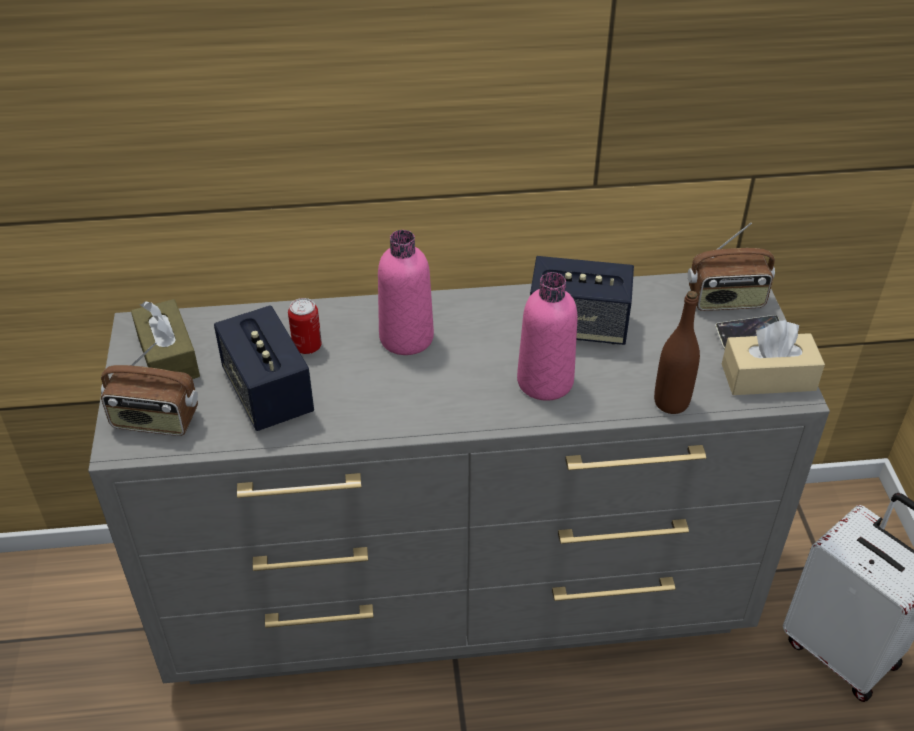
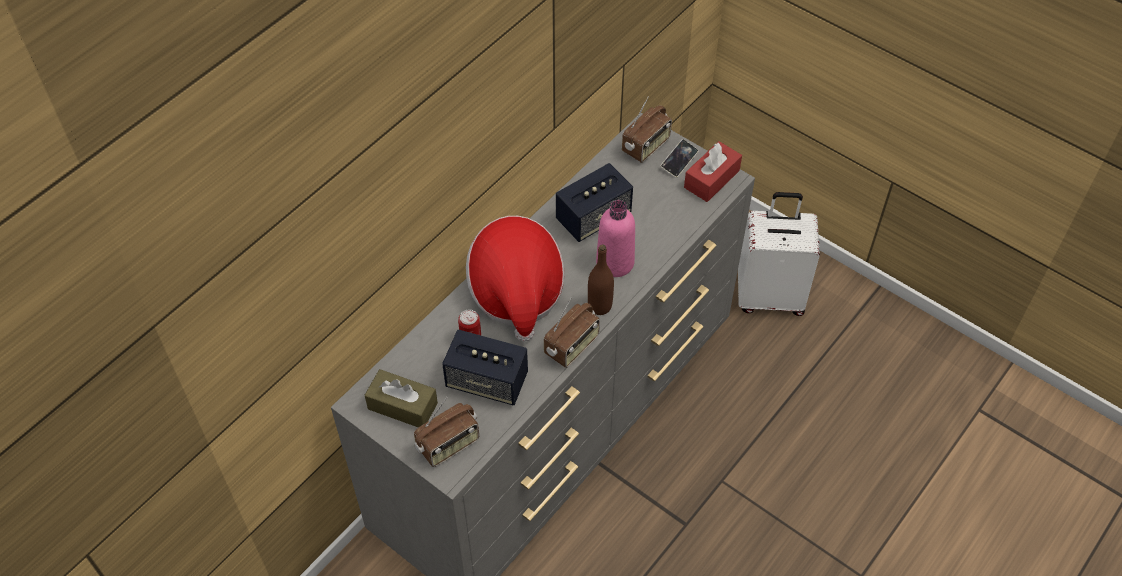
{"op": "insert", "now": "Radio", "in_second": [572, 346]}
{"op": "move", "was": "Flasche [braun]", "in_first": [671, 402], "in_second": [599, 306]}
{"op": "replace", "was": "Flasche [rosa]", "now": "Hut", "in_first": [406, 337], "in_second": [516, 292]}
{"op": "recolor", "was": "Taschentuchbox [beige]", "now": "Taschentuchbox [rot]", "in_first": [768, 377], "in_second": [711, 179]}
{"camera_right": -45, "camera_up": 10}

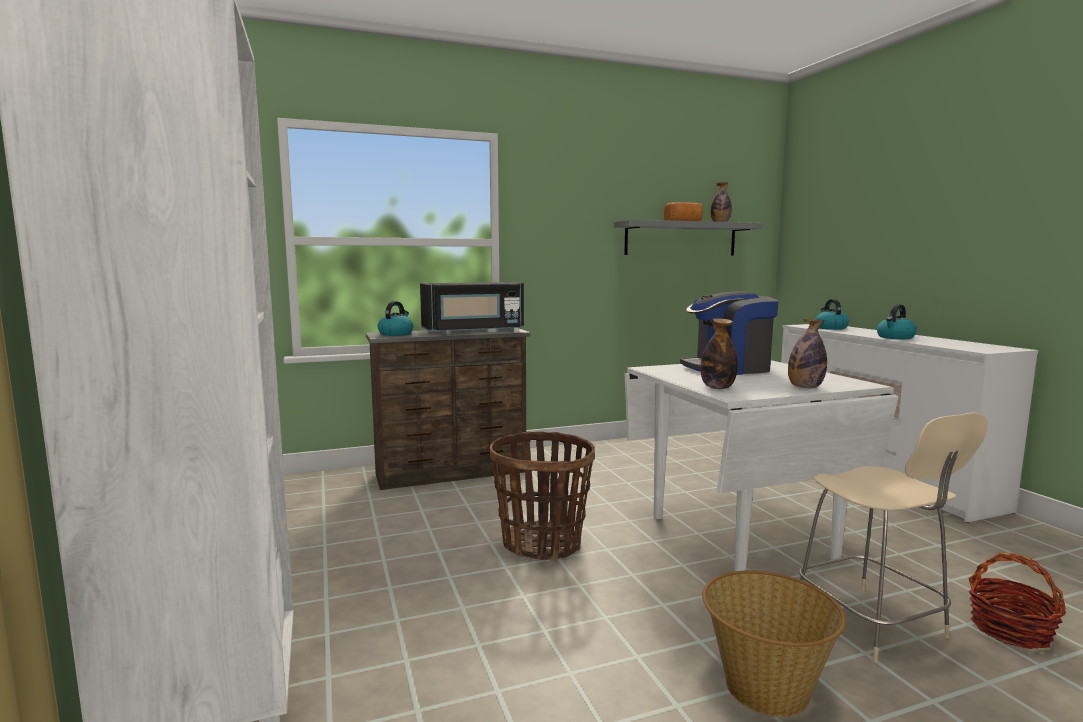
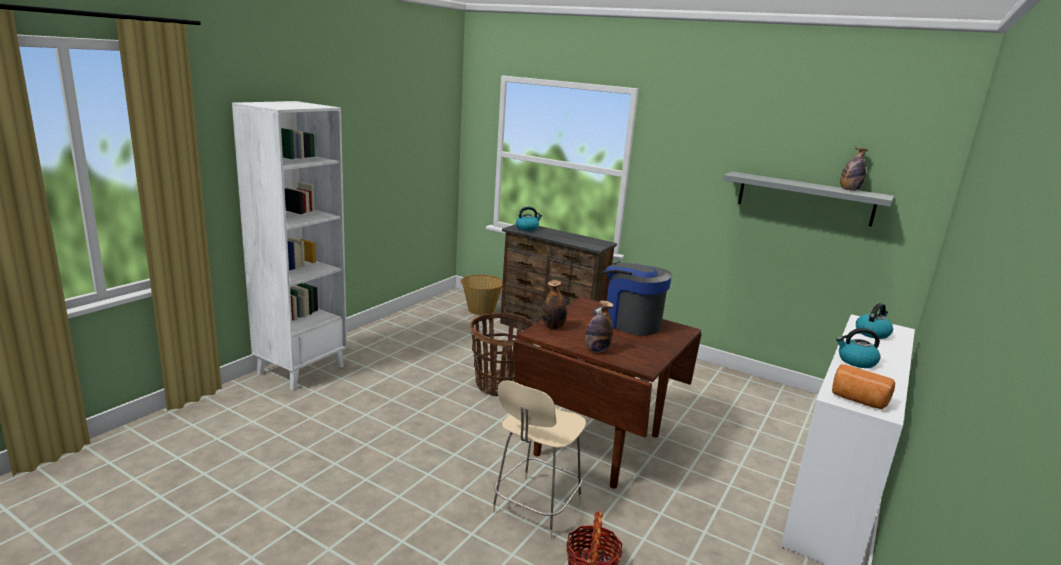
{"op": "delete", "was": "Mikrowelle [schwarz]", "in_first": [473, 331]}
{"op": "move", "was": "Brot", "in_first": [684, 221], "in_second": [858, 400]}
{"op": "move", "was": "Korb", "in_first": [765, 689], "in_second": [480, 310]}
{"op": "recolor", "was": "Esstisch [weiß]", "now": "Esstisch [braun]", "in_first": [741, 536], "in_second": [599, 445]}
{"camera_right": 50, "camera_up": 10}

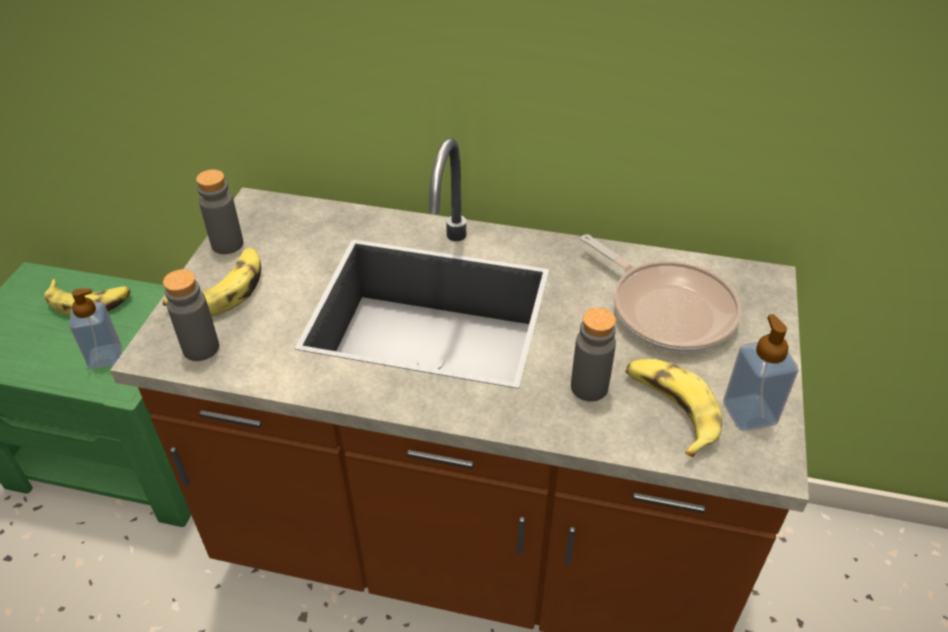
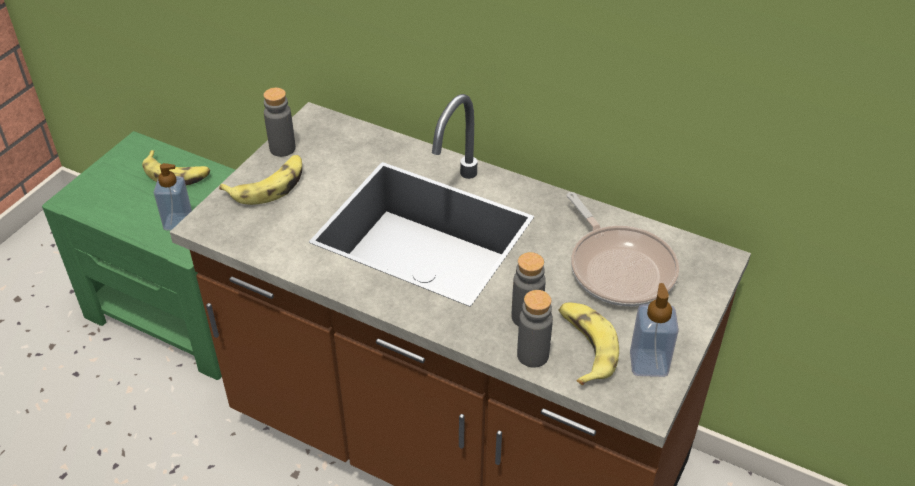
{"op": "move", "was": "Flasche [grau]", "in_first": [201, 348], "in_second": [532, 355]}
{"camera_right": 15, "camera_up": 0}

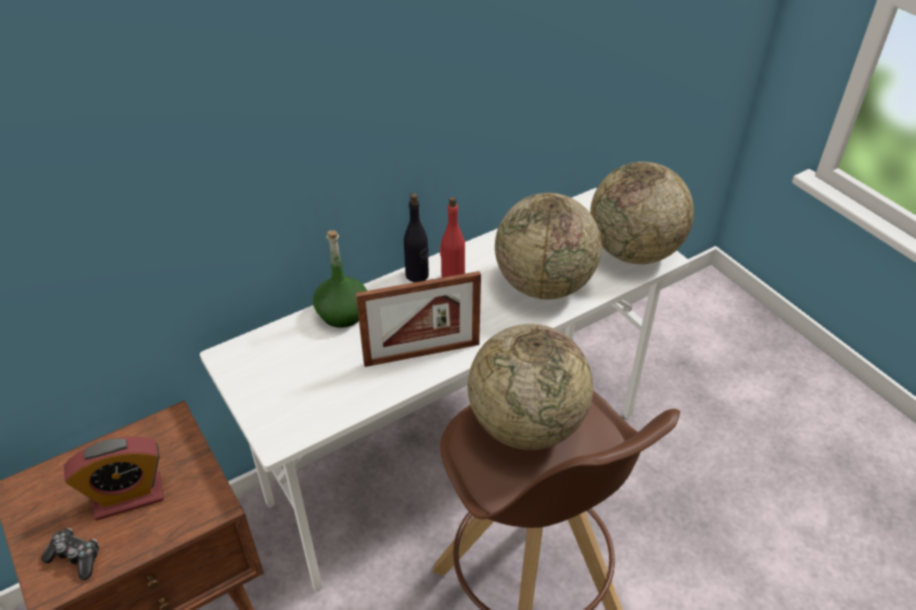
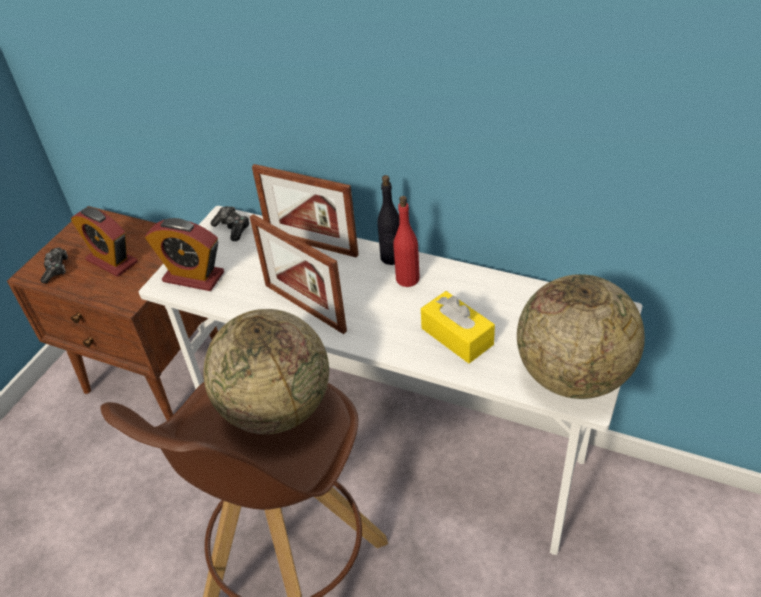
{"op": "insert", "now": "Wecker", "in_second": [193, 277]}
{"op": "insert", "now": "Gamepad", "in_second": [232, 228]}
{"op": "replace", "was": "Flasche [grün]", "now": "Bilderrahmen", "in_first": [342, 313], "in_second": [311, 244]}
{"op": "replace", "was": "Globus", "now": "Taschentuchbox [gelb]", "in_first": [544, 284], "in_second": [457, 336]}
{"camera_right": 60, "camera_up": 0}

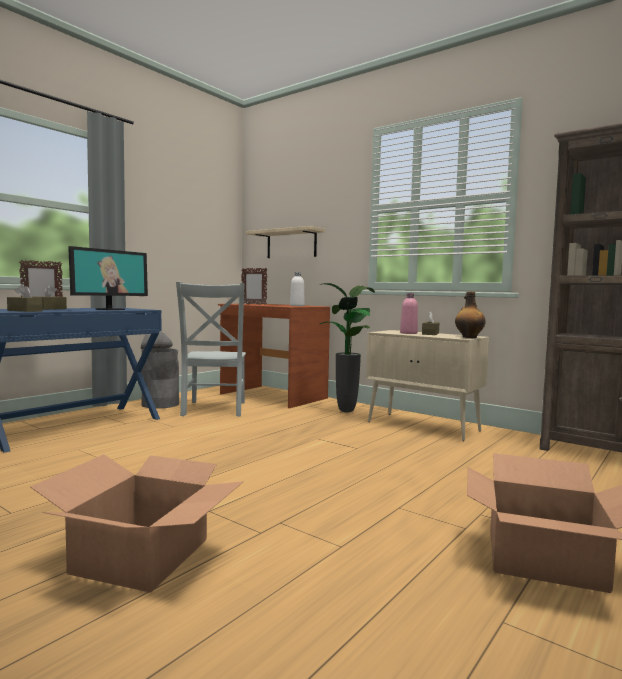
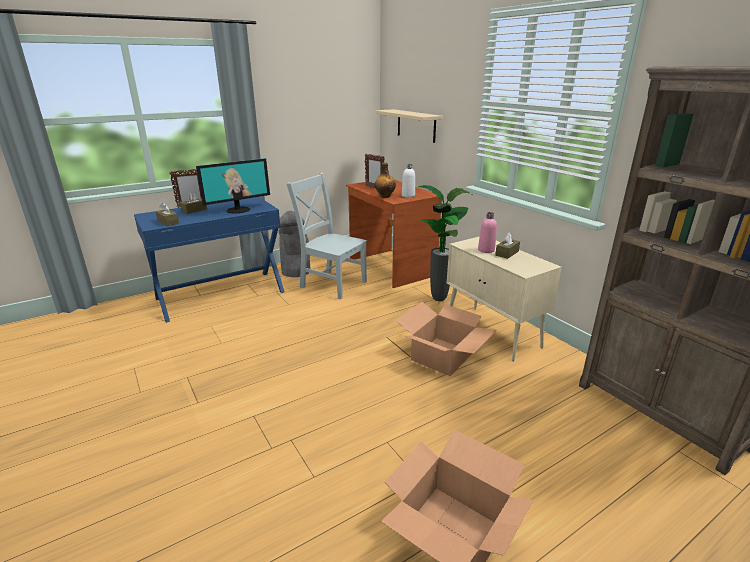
{"op": "move", "was": "Karton", "in_first": [143, 556], "in_second": [443, 356]}
{"op": "move", "was": "Flasche", "in_first": [469, 337], "in_second": [385, 196]}
{"op": "rotate", "was": "Stuhl [grau]", "in_first": [213, 409], "in_second": [331, 283], "clockwise": 105}
{"camera_right": 20, "camera_up": 20}

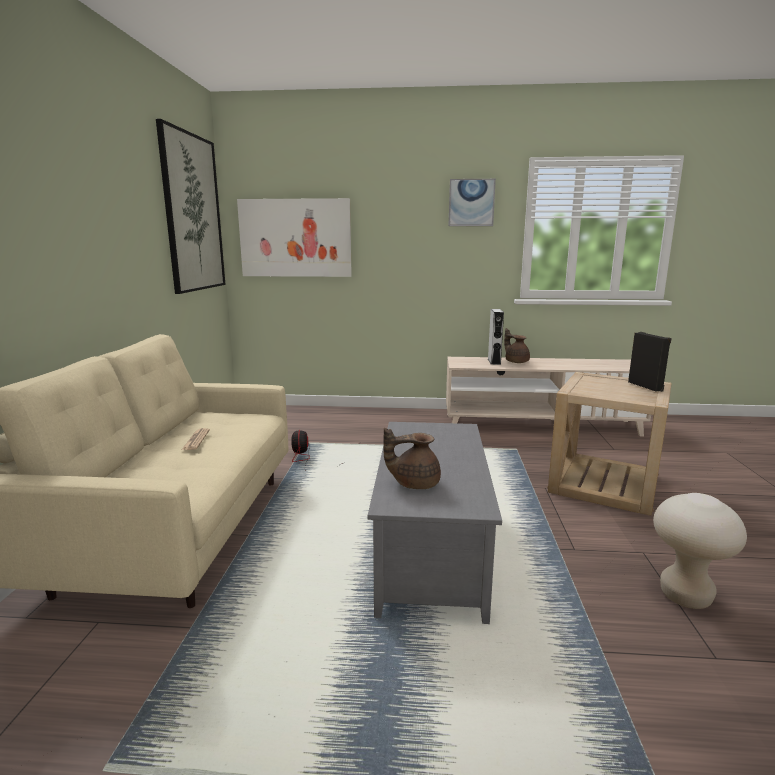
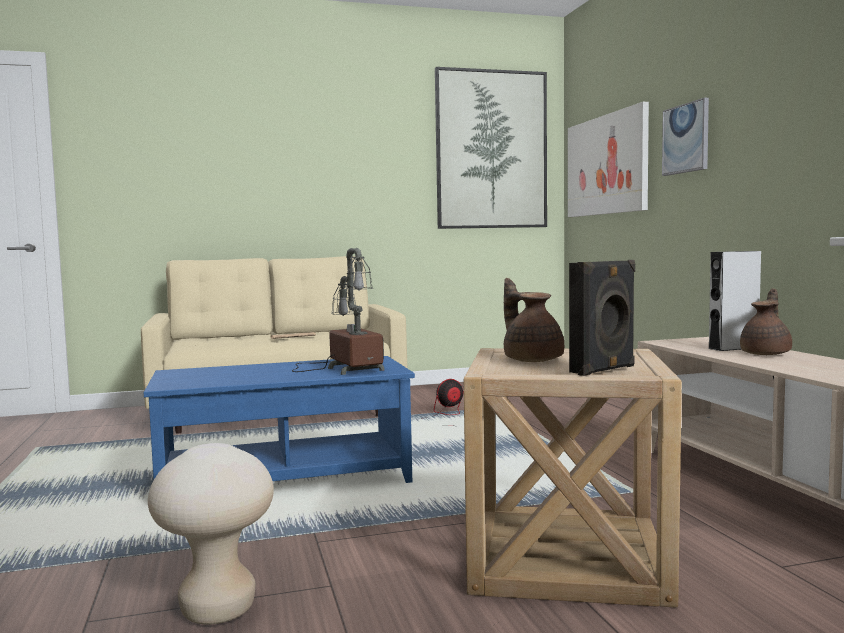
{"op": "insert", "now": "Tischlampe", "in_second": [346, 368]}
{"op": "move", "was": "Teekanne [braun]", "in_first": [414, 483], "in_second": [532, 360]}
{"op": "move", "was": "Bild", "in_first": [471, 202], "in_second": [686, 138]}
{"op": "recolor", "was": "Couchtisch [grau]", "now": "Couchtisch [blau]", "in_first": [429, 548], "in_second": [285, 478]}
{"camera_right": 70, "camera_up": -10}

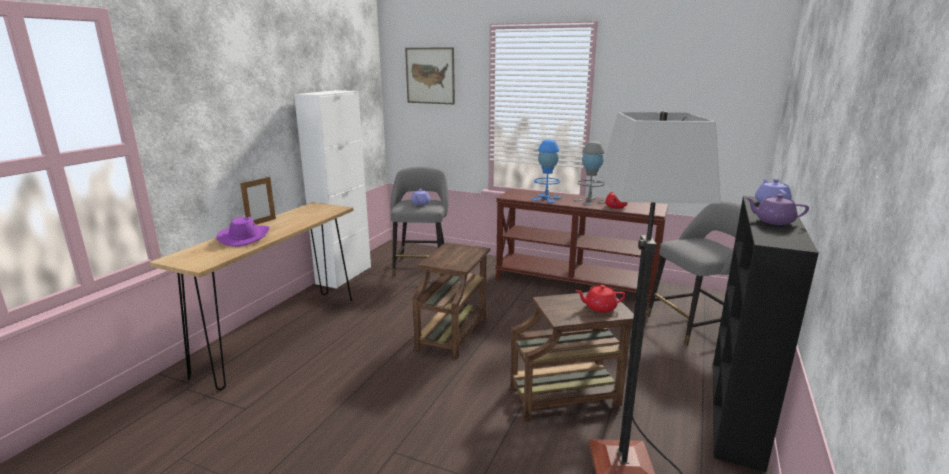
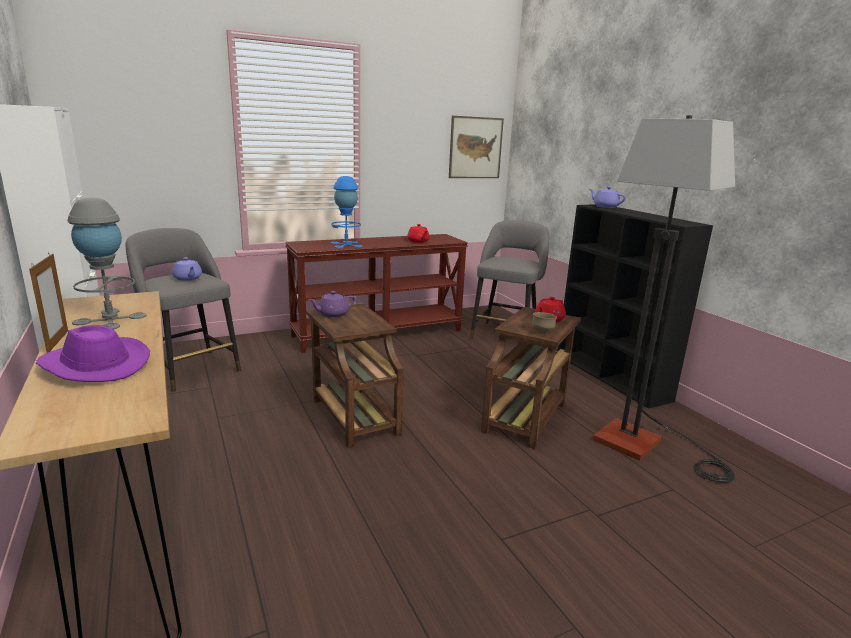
{"op": "insert", "now": "Schüssel [braun]", "in_second": [542, 332]}
{"op": "move", "was": "Bild", "in_first": [430, 76], "in_second": [475, 148]}
{"op": "move", "was": "Tischlampe [grau]", "in_first": [589, 201], "in_second": [110, 319]}
{"op": "move", "was": "Teekanne [lila]", "in_first": [773, 221], "in_second": [332, 314]}
{"camera_right": -50, "camera_up": 0}

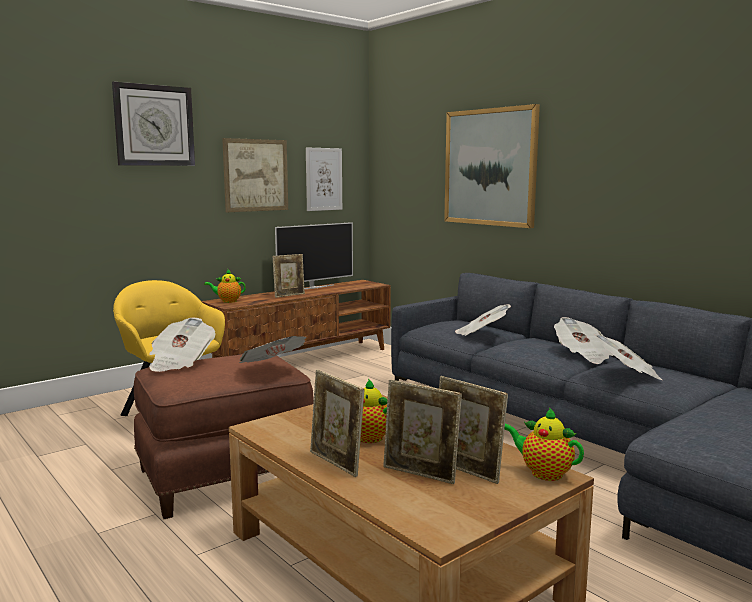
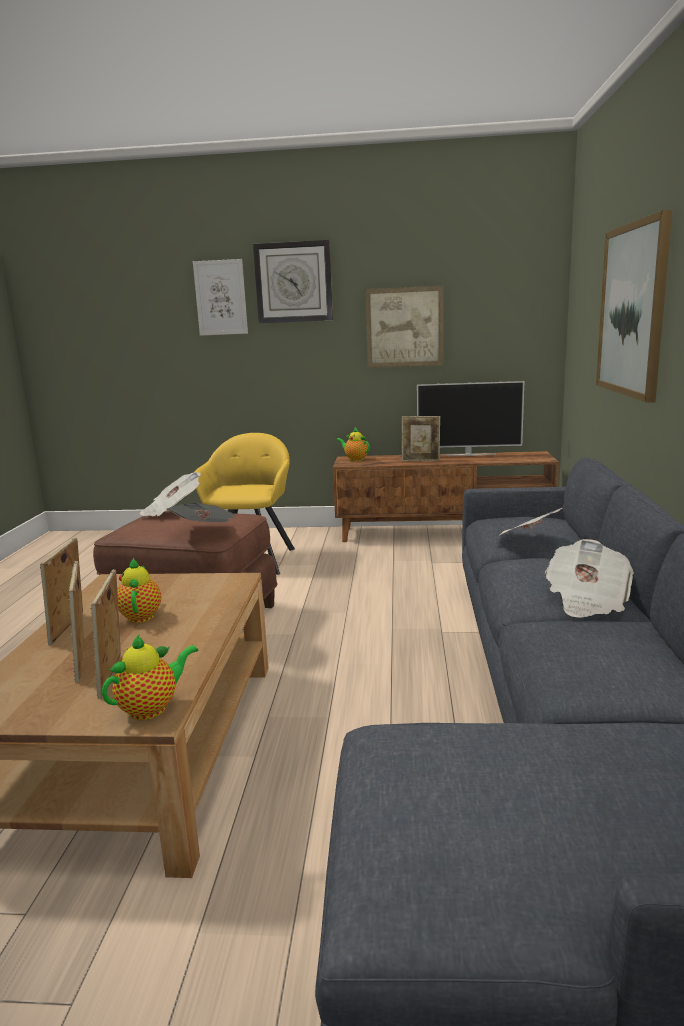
{"op": "delete", "was": "Zeitung", "in_first": [627, 374]}
{"op": "move", "was": "Bild", "in_first": [323, 179], "in_second": [220, 297]}
{"op": "rotate", "was": "Teekanne", "in_first": [543, 473], "in_second": [152, 708], "clockwise": 60}
{"camera_right": 45, "camera_up": 5}

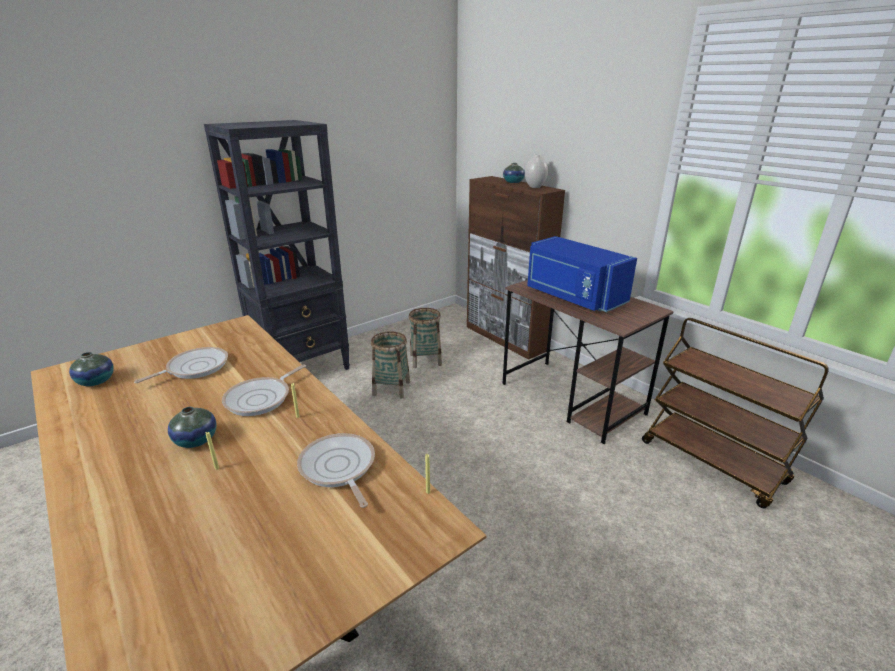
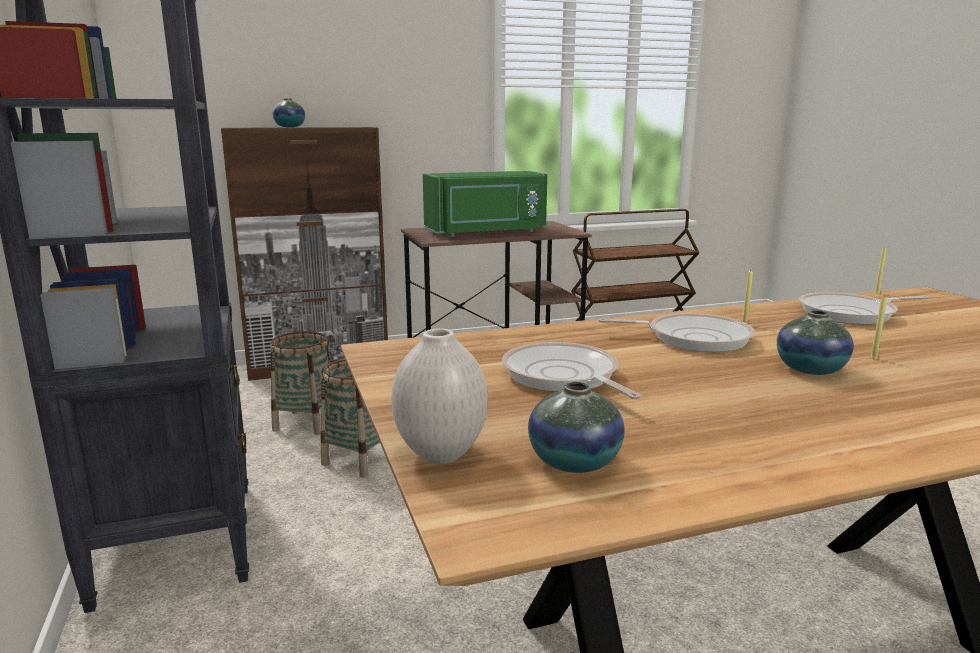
{"op": "move", "was": "Vase [weiß]", "in_first": [535, 187], "in_second": [440, 454]}
{"op": "recolor", "was": "Mikrowelle [blau]", "now": "Mikrowelle [grün]", "in_first": [573, 297], "in_second": [486, 232]}
{"op": "rotate", "was": "Pfanne", "in_first": [261, 398], "in_second": [692, 338], "clockwise": -45}
{"camera_right": -70, "camera_up": -10}

